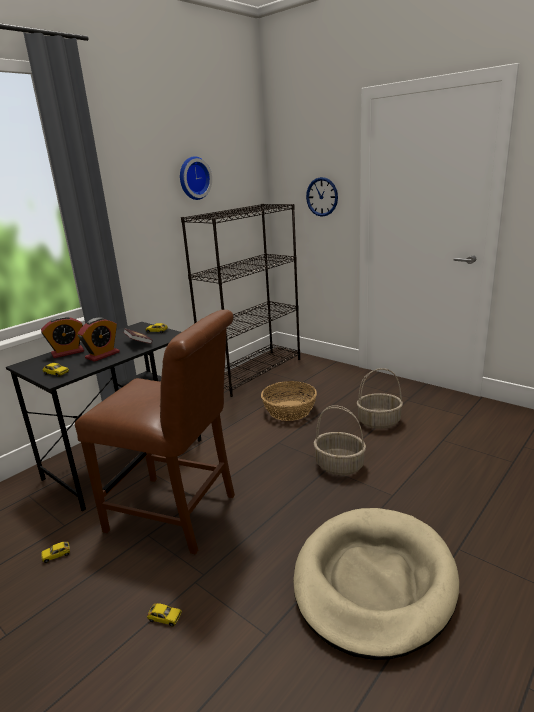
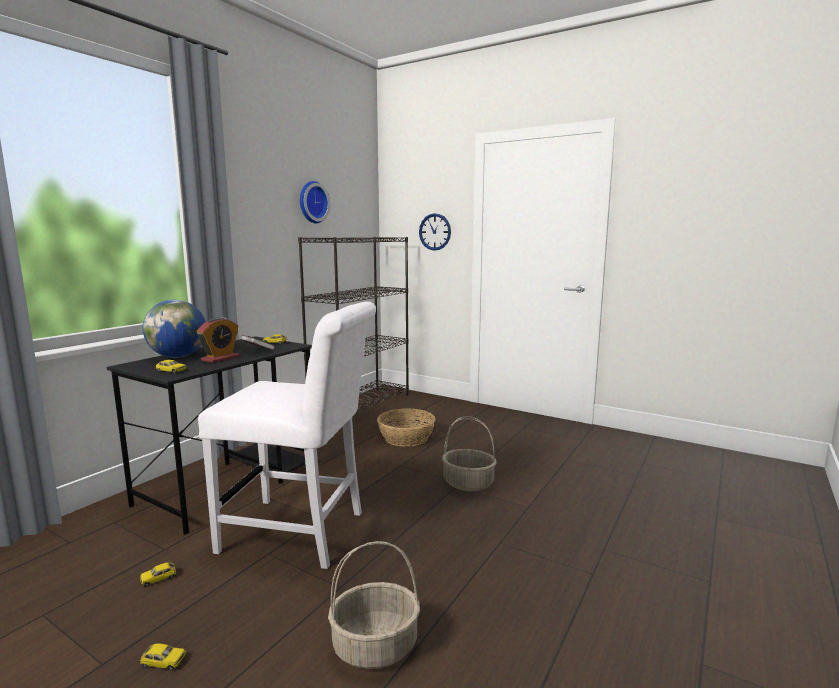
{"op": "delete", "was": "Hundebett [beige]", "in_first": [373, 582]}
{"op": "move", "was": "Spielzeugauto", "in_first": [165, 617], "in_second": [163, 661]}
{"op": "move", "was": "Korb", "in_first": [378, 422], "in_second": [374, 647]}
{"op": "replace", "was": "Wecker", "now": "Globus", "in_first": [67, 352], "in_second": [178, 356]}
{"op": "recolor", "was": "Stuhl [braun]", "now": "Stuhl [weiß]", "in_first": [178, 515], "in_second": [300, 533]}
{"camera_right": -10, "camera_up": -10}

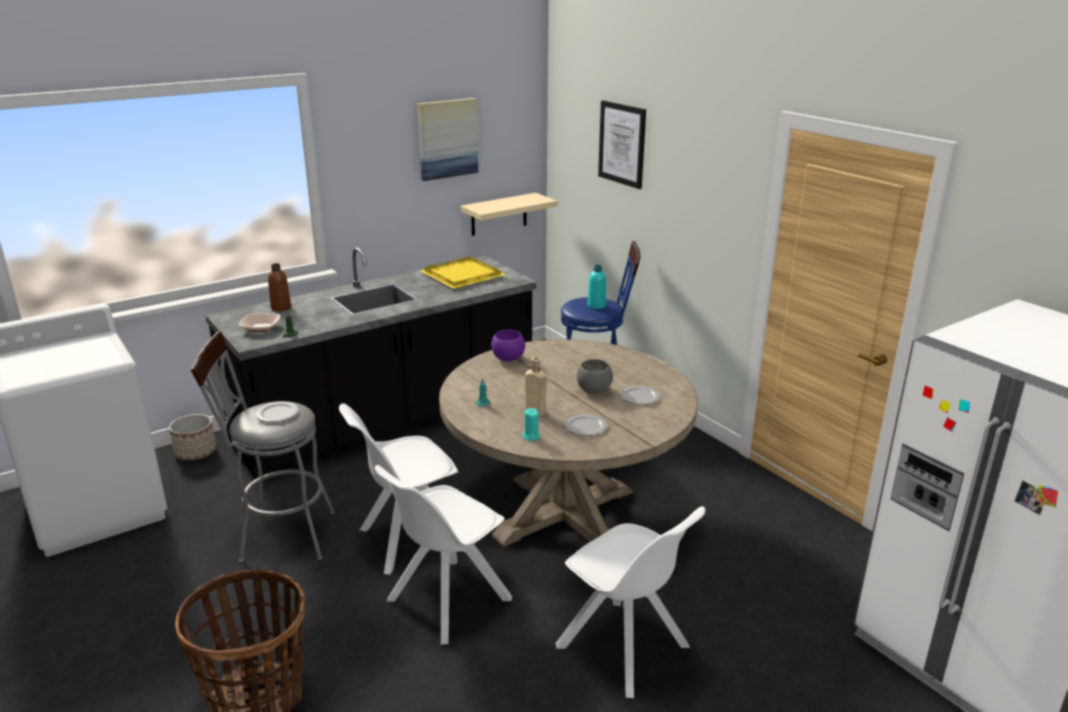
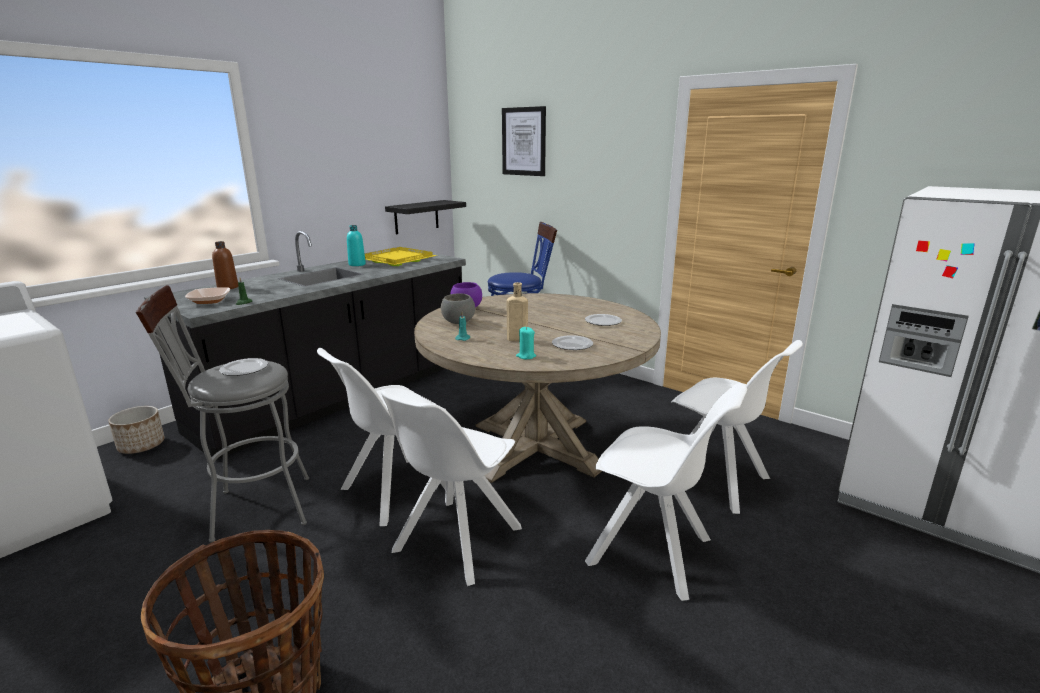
{"op": "delete", "was": "Bild", "in_first": [447, 138]}
{"op": "insert", "now": "Stuhl [weiß]", "in_second": [717, 481]}
{"op": "move", "was": "Schüssel [grau]", "in_first": [593, 390], "in_second": [458, 322]}
{"op": "move", "was": "Flasche [türkis]", "in_first": [596, 306], "in_second": [357, 264]}
{"op": "recolor", "was": "Wandregal [beige]", "now": "Wandregal [schwarz]", "in_first": [499, 214], "in_second": [416, 217]}
{"camera_right": -15, "camera_up": -5}

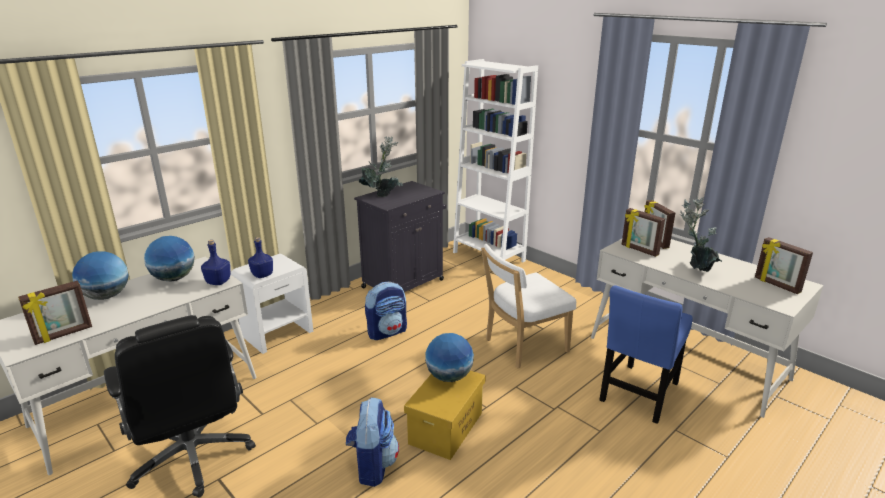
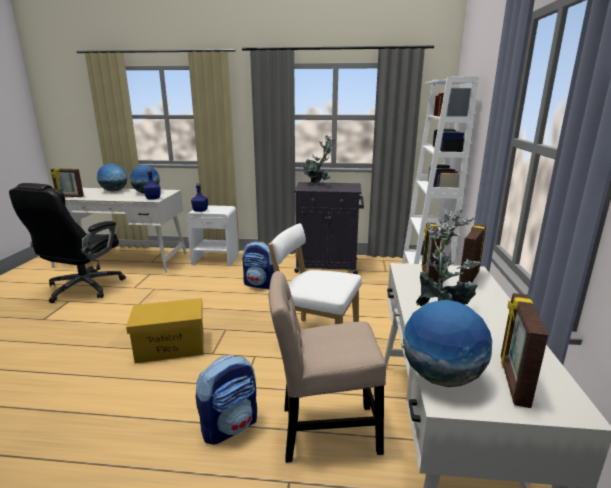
{"op": "move", "was": "Rucksack", "in_first": [372, 465], "in_second": [230, 426]}
{"op": "move", "was": "Globus", "in_first": [449, 377], "in_second": [441, 377]}
{"op": "recolor", "was": "Stuhl [blau]", "now": "Stuhl [beige]", "in_first": [638, 394], "in_second": [323, 431]}
{"camera_right": 50, "camera_up": -5}

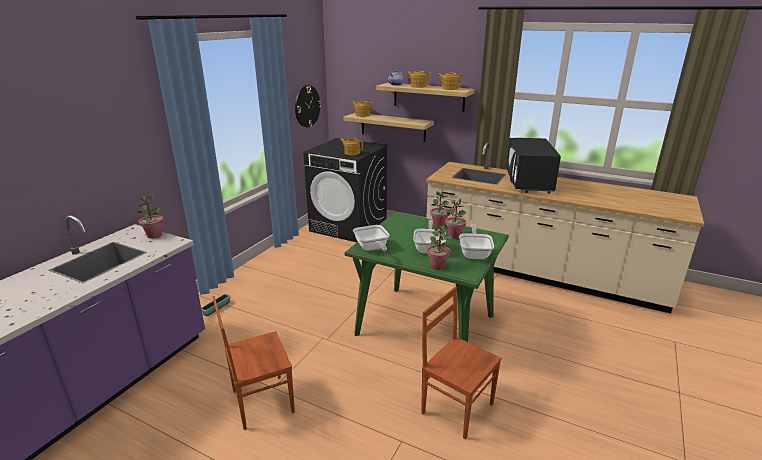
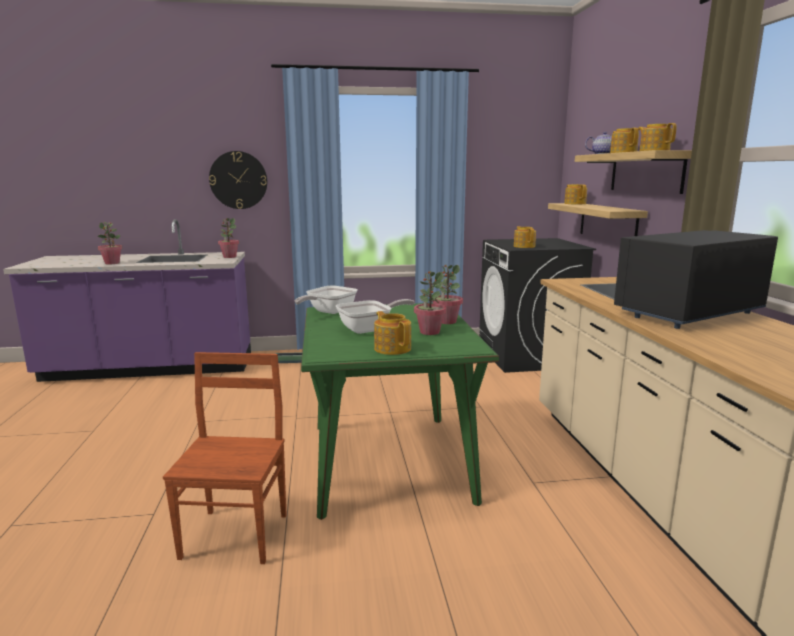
{"op": "delete", "was": "Stuhl [braun]", "in_first": [261, 401]}
{"op": "move", "was": "Wanduhr", "in_first": [307, 106], "in_second": [238, 180]}
{"op": "move", "was": "Topfpflanze", "in_first": [437, 266], "in_second": [112, 263]}
{"op": "replace", "was": "Pfanne", "now": "Teekanne", "in_first": [474, 253], "in_second": [392, 348]}
{"camera_right": 55, "camera_up": -10}

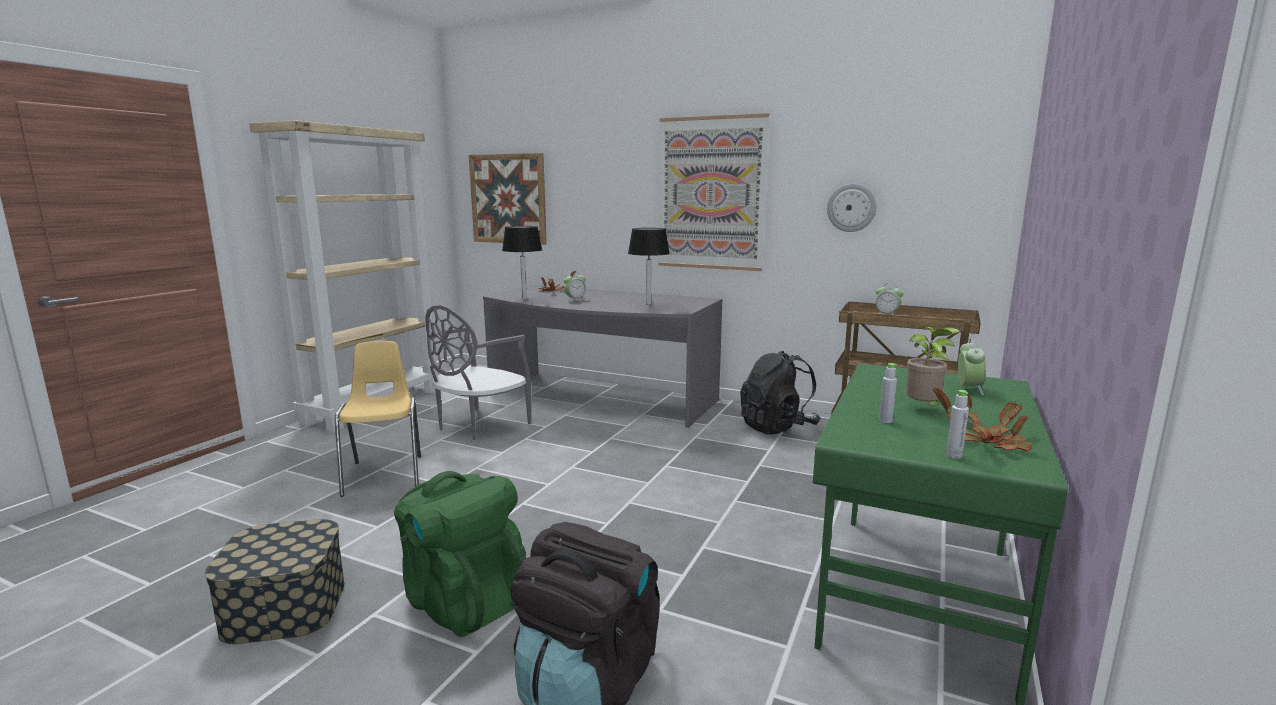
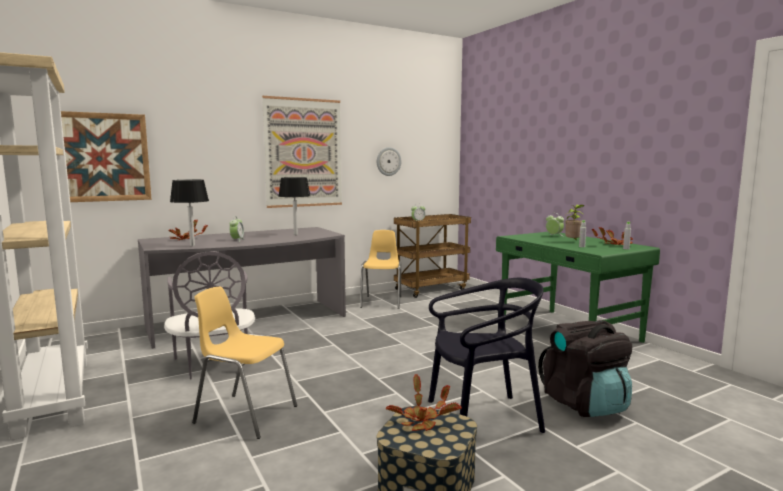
{"op": "insert", "now": "Topfpflanze", "in_second": [422, 420]}
{"op": "replace", "was": "Rucksack [grün]", "now": "Stuhl [schwarz]", "in_first": [464, 600], "in_second": [483, 419]}
{"op": "replace", "was": "Rucksack [schwarz]", "now": "Stuhl [gelb]", "in_first": [777, 427], "in_second": [382, 302]}
{"camera_right": -55, "camera_up": -5}

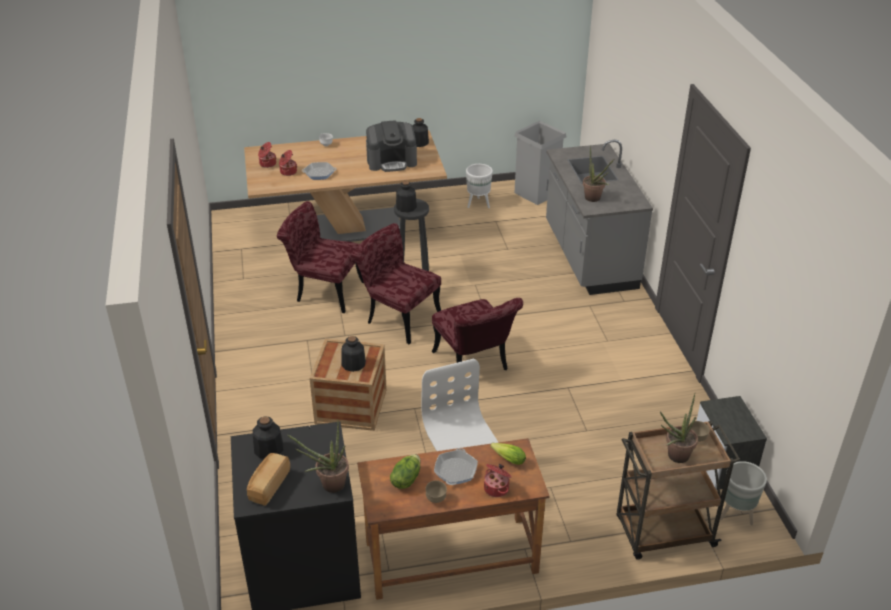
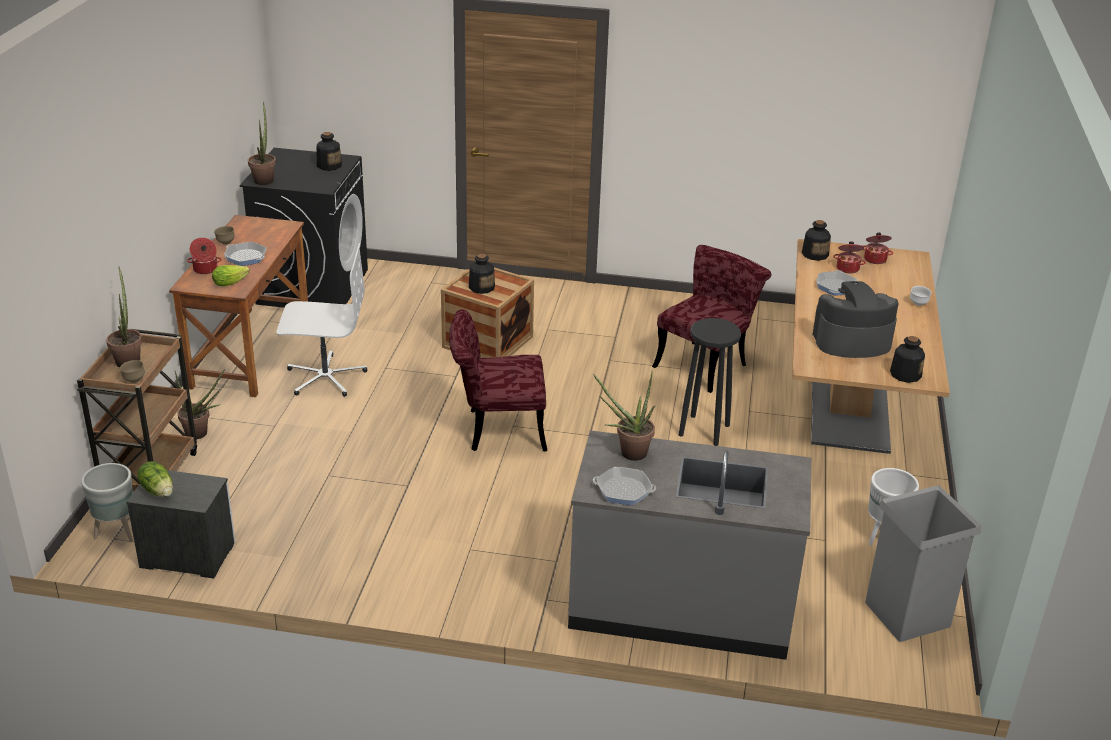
{"op": "delete", "was": "Brot", "in_first": [268, 486]}
{"op": "delete", "was": "Stuhl [rot]", "in_first": [398, 317]}
{"op": "insert", "now": "Topfpflanze", "in_second": [201, 433]}
{"op": "insert", "now": "Pfanne", "in_second": [623, 490]}
{"op": "move", "was": "Salatkopf", "in_first": [406, 479], "in_second": [158, 490]}
{"op": "move", "was": "Flasche", "in_first": [406, 207], "in_second": [815, 254]}
{"op": "rotate", "was": "Kaffeemaschine", "in_first": [392, 161], "in_second": [851, 341], "clockwise": 75}
{"camera_right": 110, "camera_up": -5}

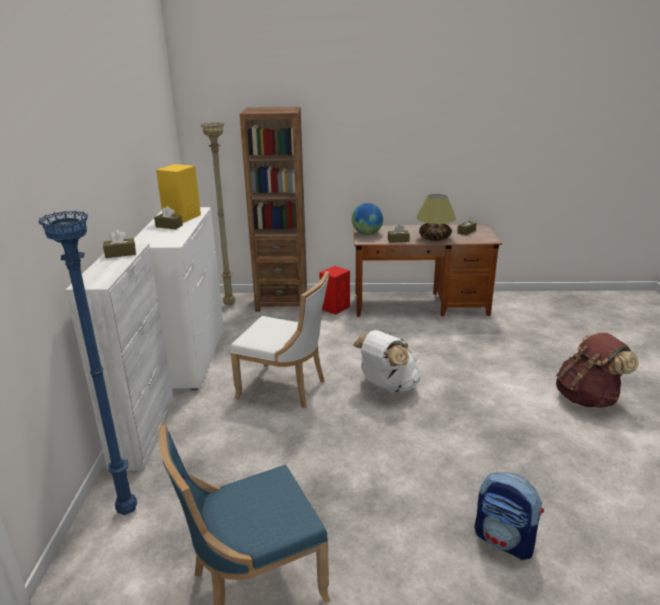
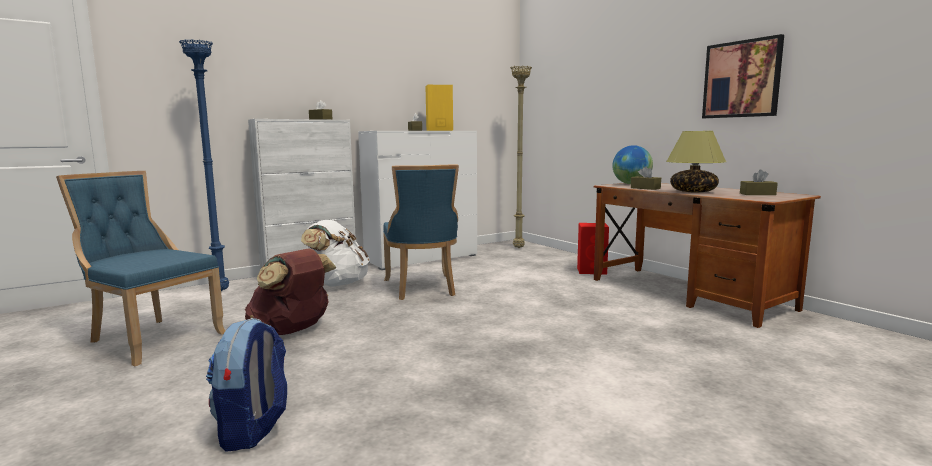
{"op": "delete", "was": "Bücherregal [braun]", "in_first": [282, 302]}
{"op": "insert", "now": "Bild", "in_second": [741, 79]}
{"op": "move", "was": "Rucksack [weiß]", "in_first": [387, 386], "in_second": [338, 283]}
{"op": "move", "was": "Rucksack [braun]", "in_first": [587, 398], "in_second": [292, 330]}
{"op": "recolor", "was": "Stuhl [weiß]", "now": "Stuhl [blau]", "in_first": [285, 388], "in_second": [422, 288]}
{"camera_right": 55, "camera_up": -15}

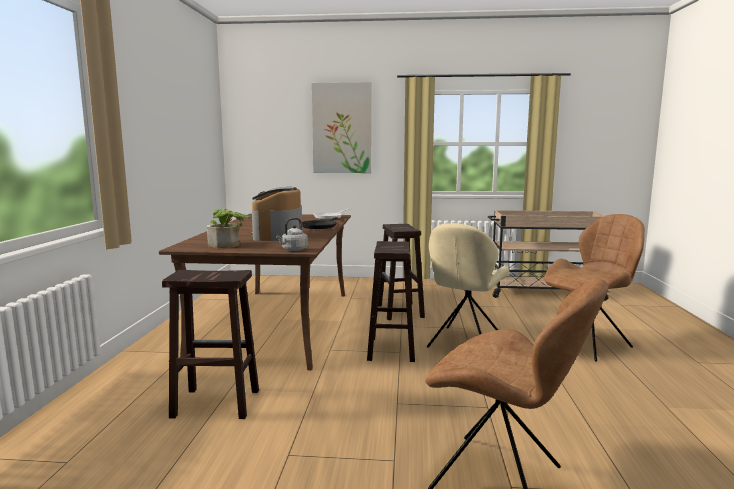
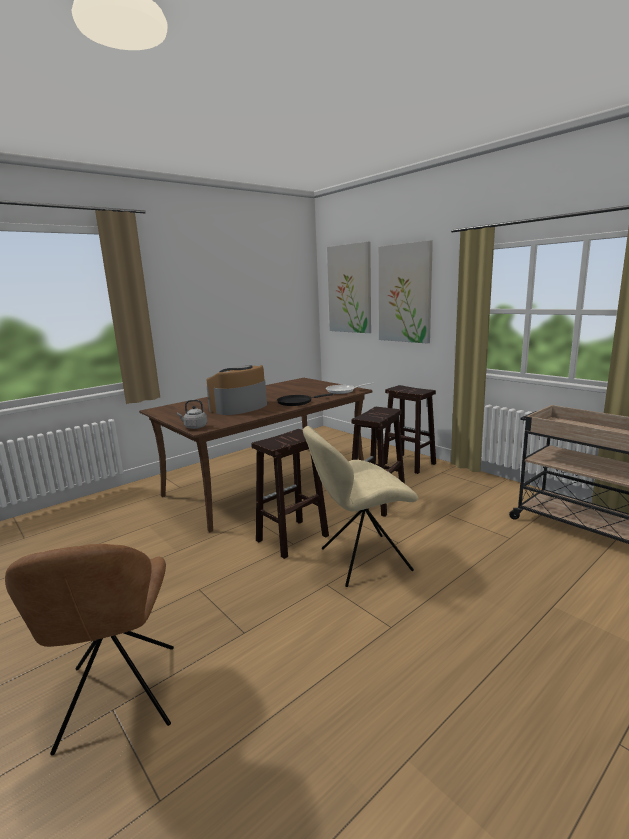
{"op": "delete", "was": "Topfpflanze", "in_first": [228, 245]}
{"op": "delete", "was": "Stuhl [braun]", "in_first": [588, 343]}
{"op": "insert", "now": "Bild", "in_second": [349, 289]}
{"op": "move", "was": "Hocker [braun]", "in_first": [214, 403], "in_second": [408, 463]}
{"camera_right": 45, "camera_up": 5}

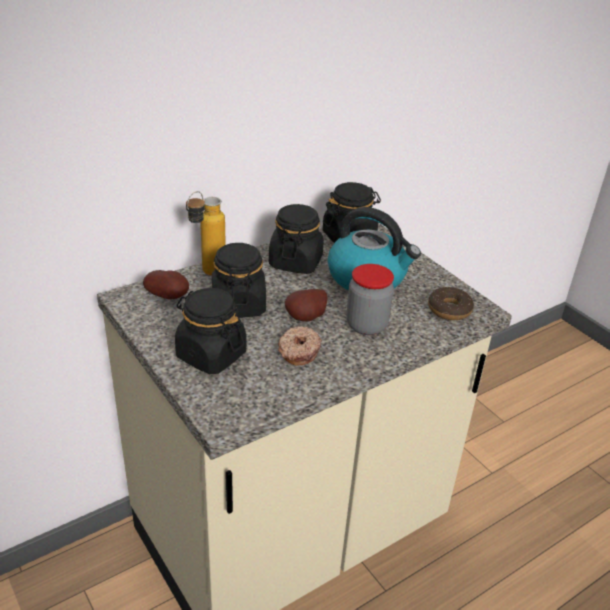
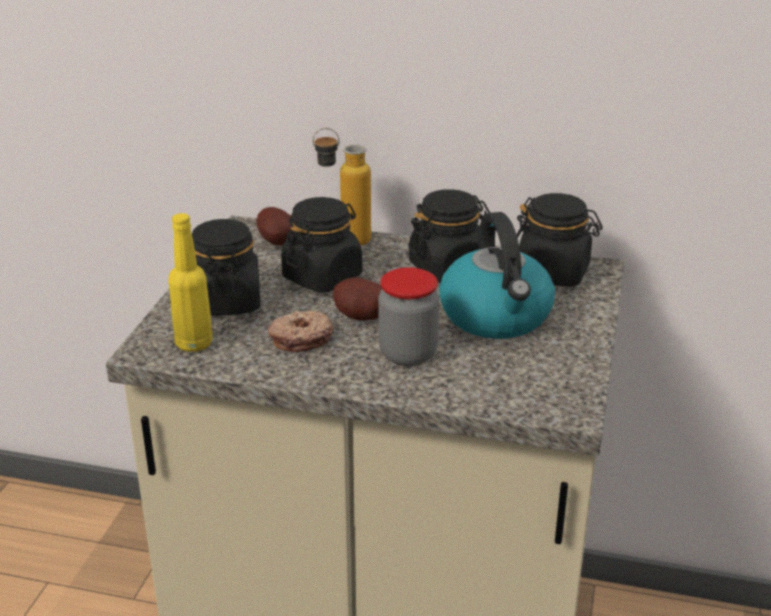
{"op": "delete", "was": "Donut", "in_first": [449, 309]}
{"op": "insert", "now": "Flasche [gelb]", "in_second": [194, 344]}
{"camera_right": 50, "camera_up": -5}

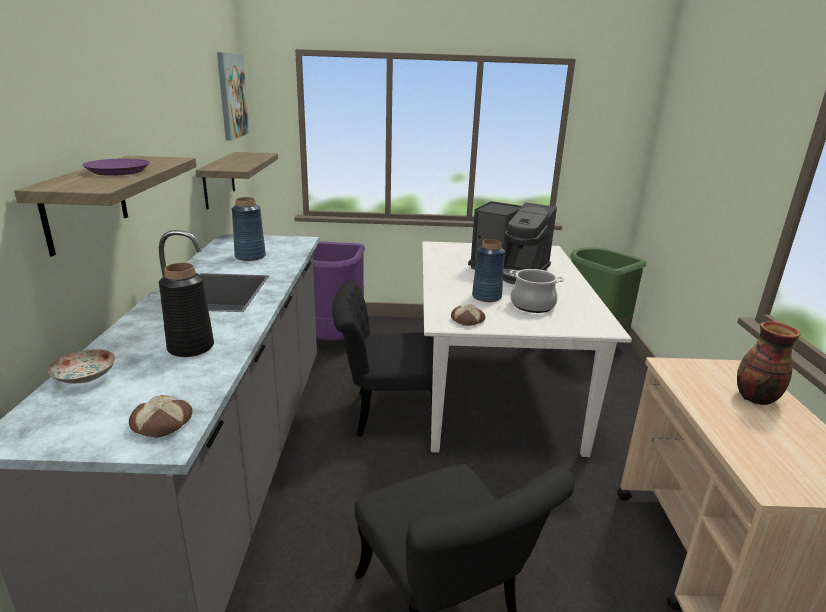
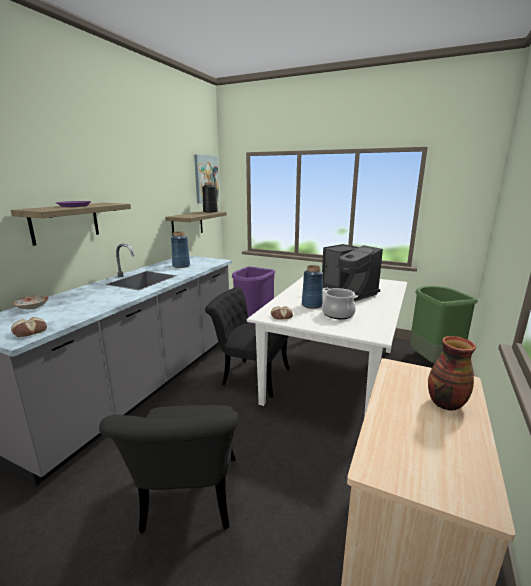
{"op": "move", "was": "Vase [schwarz]", "in_first": [191, 347], "in_second": [210, 212]}
{"camera_right": 25, "camera_up": -5}

